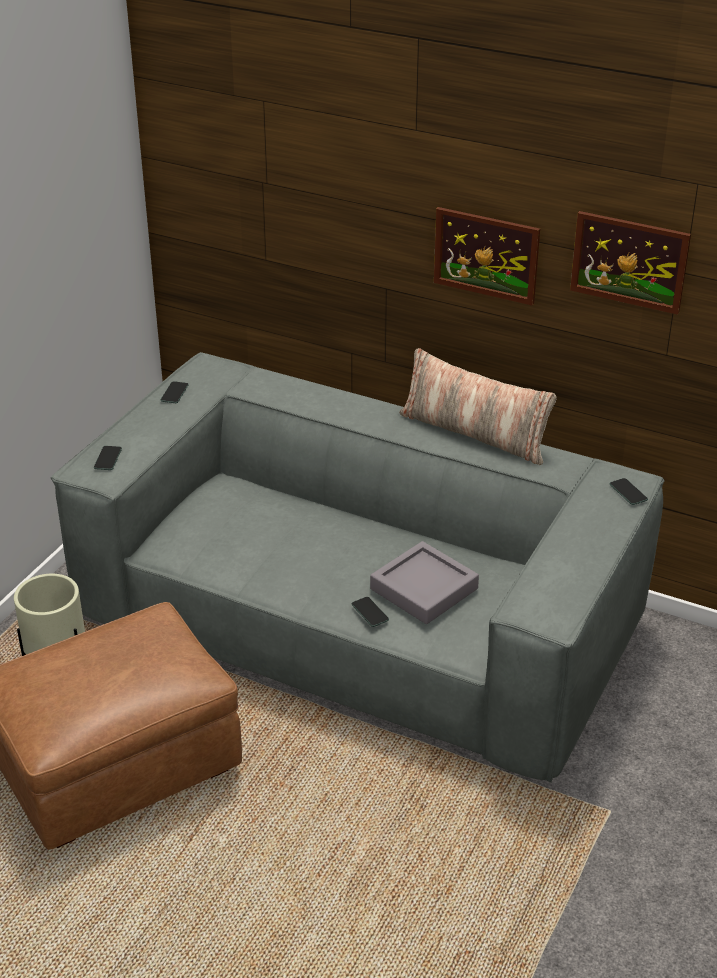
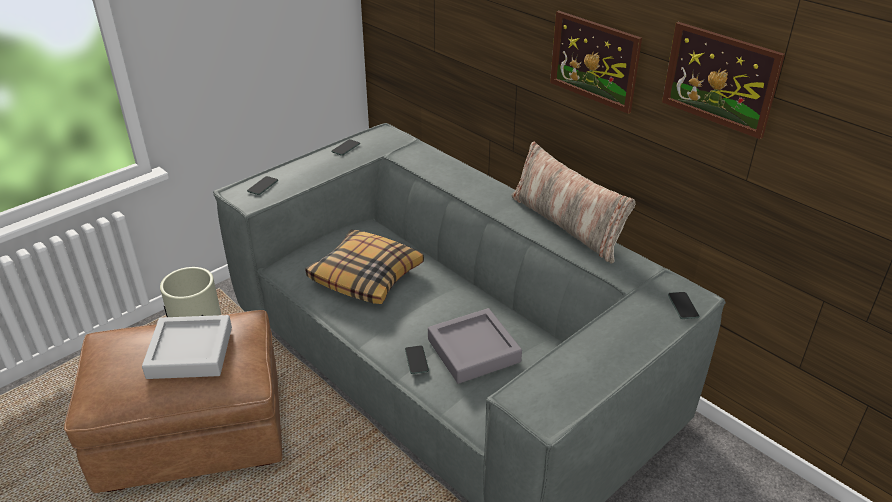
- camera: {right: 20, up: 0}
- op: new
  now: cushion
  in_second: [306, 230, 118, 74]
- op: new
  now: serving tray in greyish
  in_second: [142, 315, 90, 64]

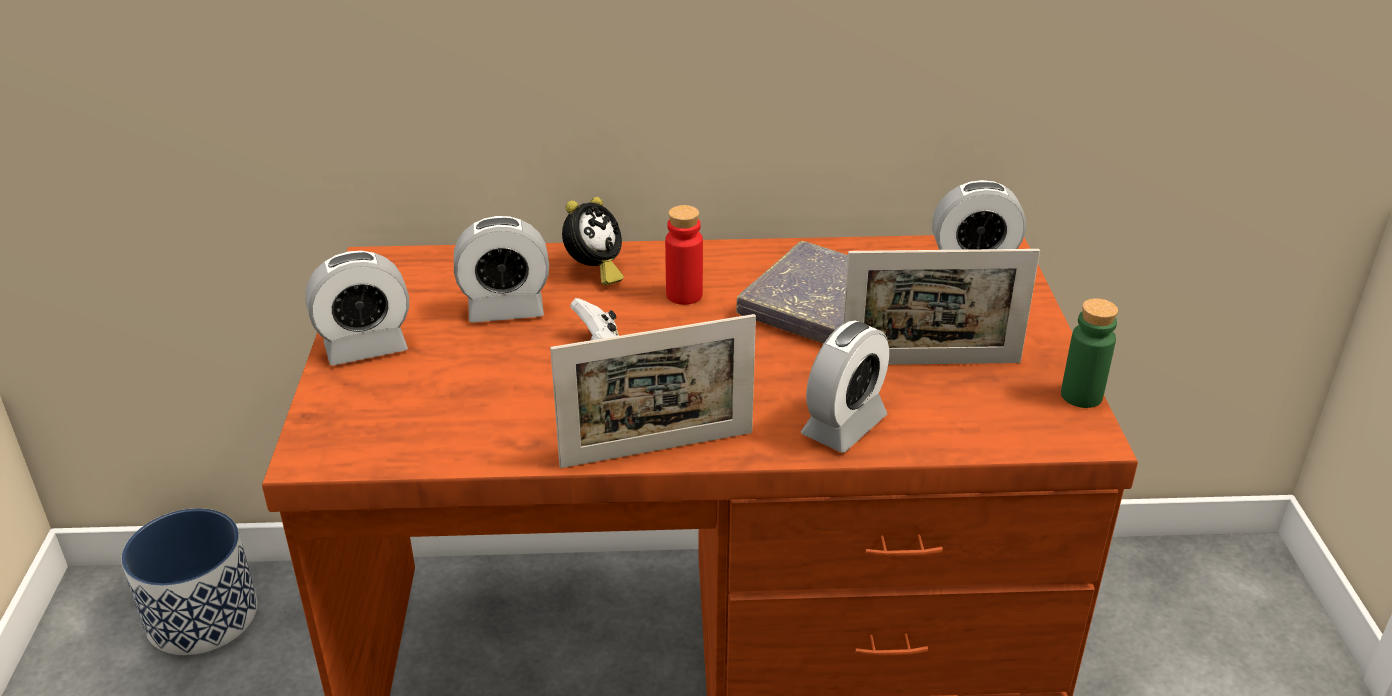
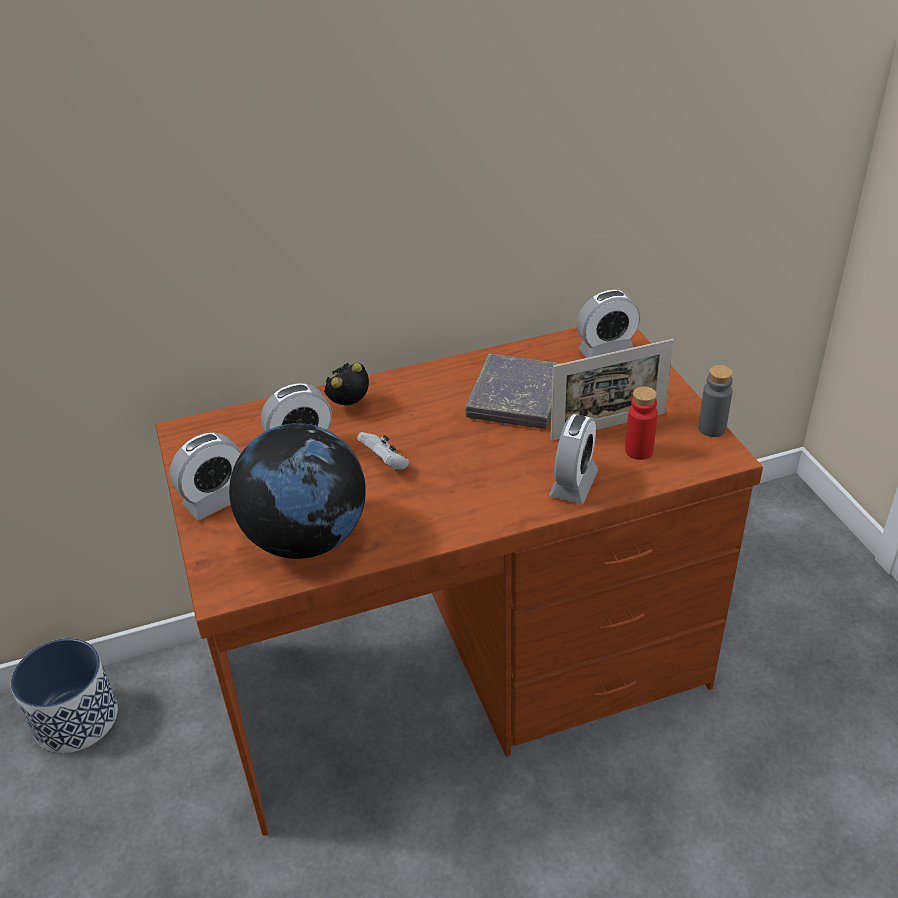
- camera: {right: -15, up: 5}
- op: rotated
  was: alarm clock
  in_first: [562, 197, 62, 88]
  in_second: [324, 362, 45, 43]
  clockwise: -150
- op: shifted
  was: bottle in red-coloured
  in_first: [665, 205, 38, 100]
  in_second: [625, 387, 33, 73]
- op: repainted
  was: bottle in green-coloured
  now: bottle in greyish
  in_first: [1061, 298, 57, 110]
  in_second: [698, 365, 35, 72]
- op: gone
  was: photo frame
  in_first: [550, 314, 206, 154]
- op: new
  now: world globe
  in_second: [229, 423, 137, 136]

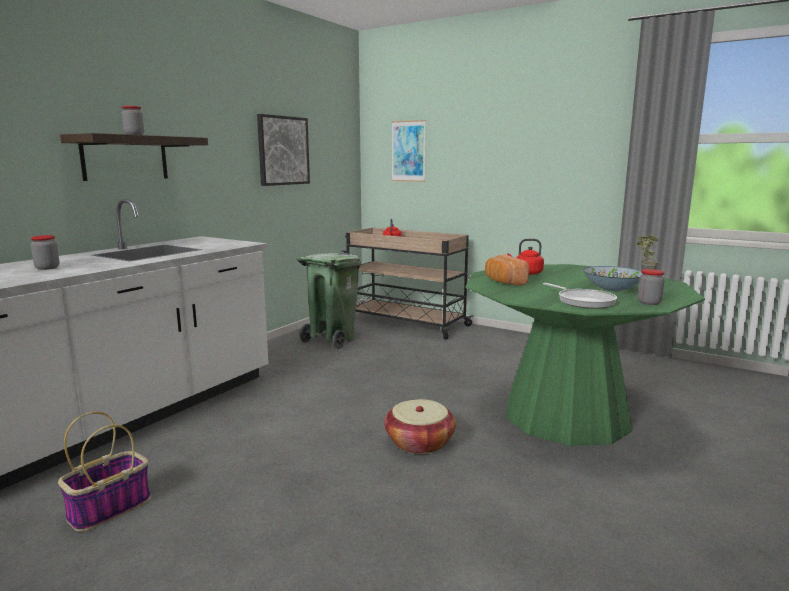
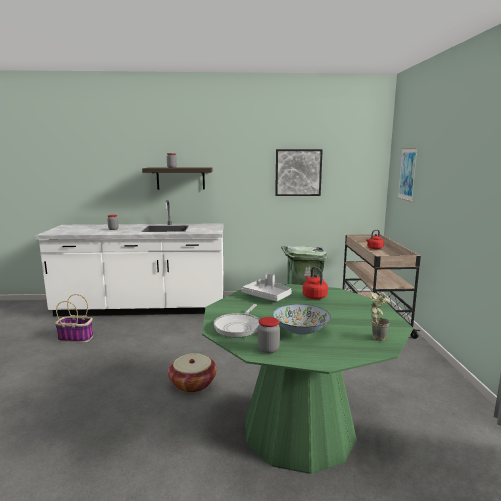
- camera: {right: 55, up: 0}
- op: swapped
  was: bread
  now: serving tray in greyish
  in_first: [485, 255, 44, 31]
  in_second: [242, 273, 50, 28]

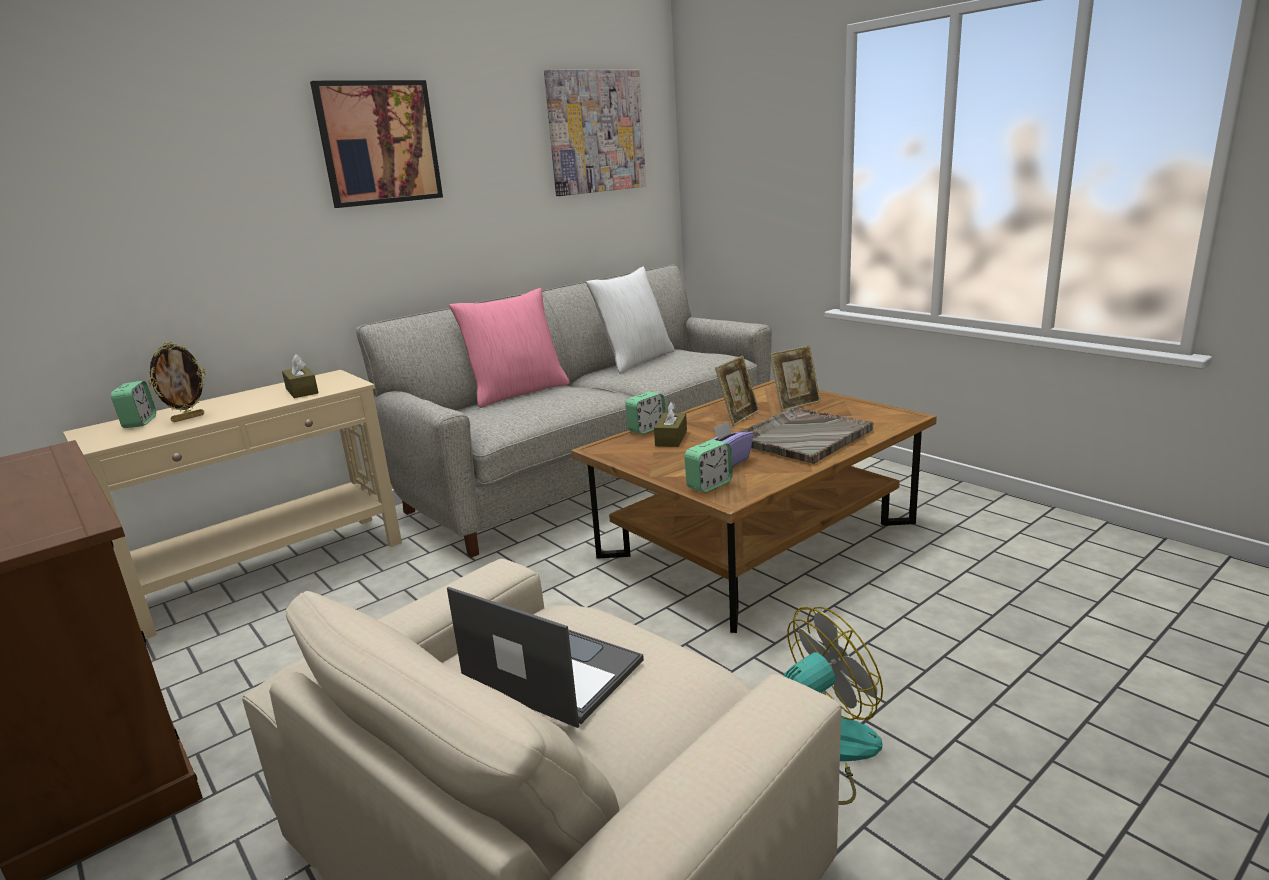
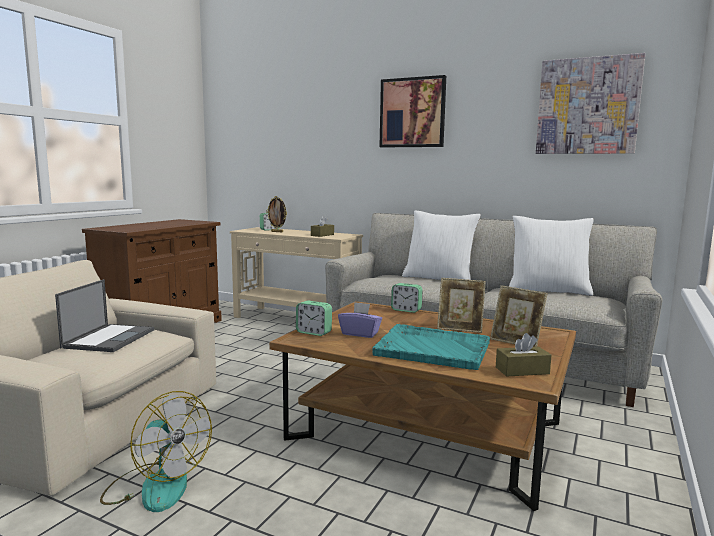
- camera: {right: 65, up: -10}
- op: repainted
  was: cushion in pink-coloured
  now: cushion in whitish
  in_first: [449, 288, 121, 120]
  in_second: [402, 210, 79, 70]
- op: shifted
  was: box of tissues in brown-coloured
  in_first: [654, 402, 33, 45]
  in_second: [496, 333, 55, 44]
- op: repainted
  was: serving tray in greyish
  now: serving tray in blue-green
  in_first: [737, 407, 136, 57]
  in_second: [372, 324, 118, 46]

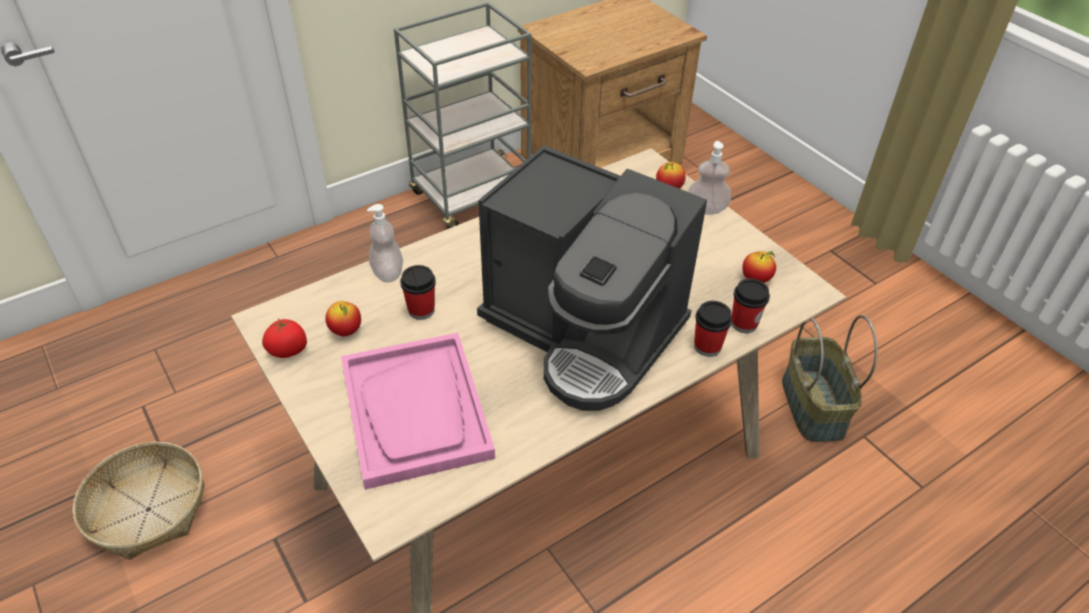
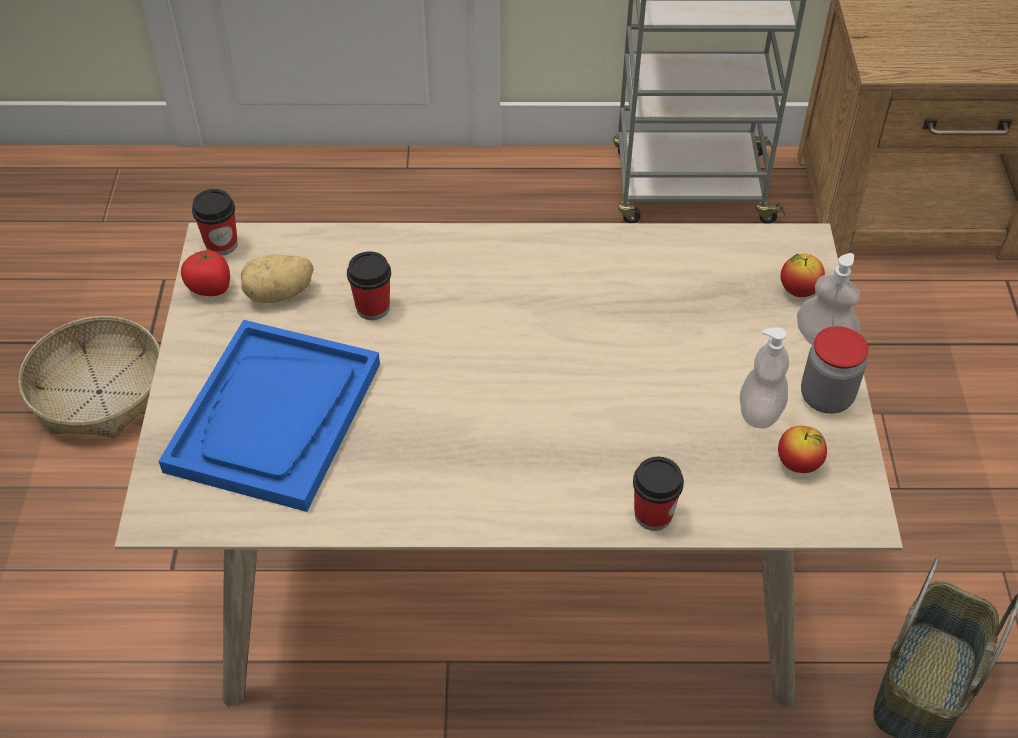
- camera: {right: 35, up: 5}
- op: gone
  was: coffee maker
  in_first: [477, 146, 230, 265]
- op: shifted
  was: soap bottle
  in_first: [367, 204, 36, 79]
  in_second: [740, 327, 49, 102]
- op: shifted
  was: drinking cup
  in_first: [731, 278, 39, 55]
  in_second: [192, 189, 46, 67]
- op: swapped
  was: apple fruit
  now: whole potato
  in_first: [325, 301, 36, 35]
  in_second: [241, 254, 73, 49]
- op: repainted
  was: serving tray in pink-coloured
  now: serving tray in bluish
  in_first: [341, 333, 154, 157]
  in_second: [159, 320, 221, 192]
- op: new
  now: preserve jar
  in_second: [801, 326, 68, 88]

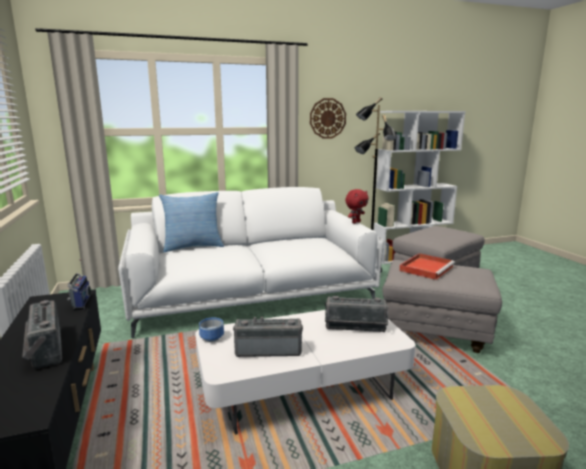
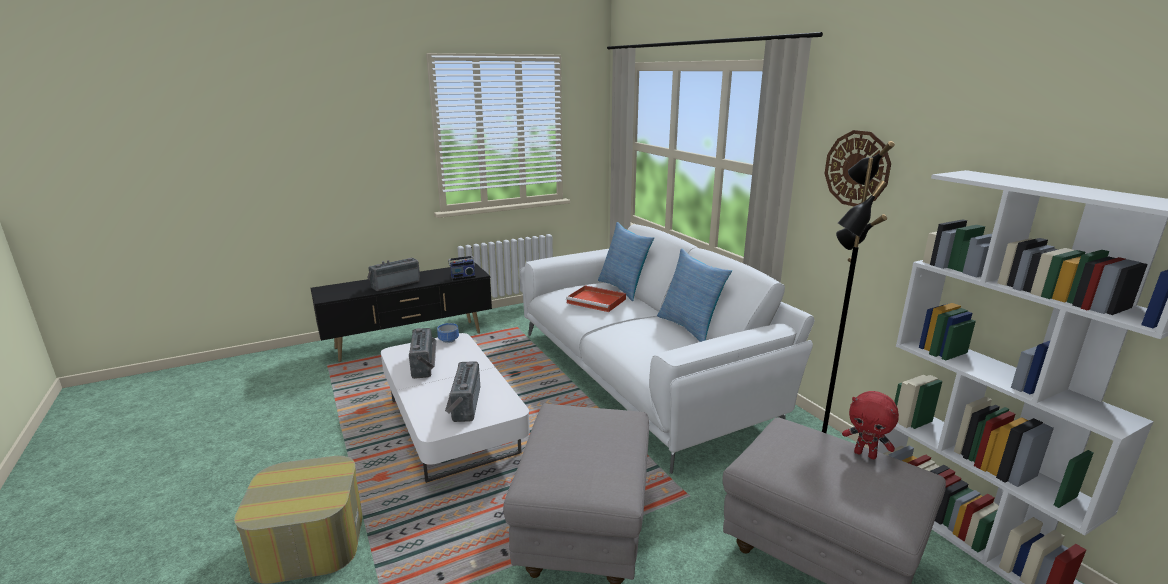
- camera: {right: 80, up: 5}
- op: shifted
  was: soft toy in red-coloured
  in_first: [345, 189, 24, 35]
  in_second: [842, 391, 57, 68]
- op: shifted
  was: serving tray in red-coloured
  in_first: [399, 253, 56, 27]
  in_second: [566, 285, 60, 27]
- op: new
  now: cushion
  in_second: [657, 249, 75, 93]

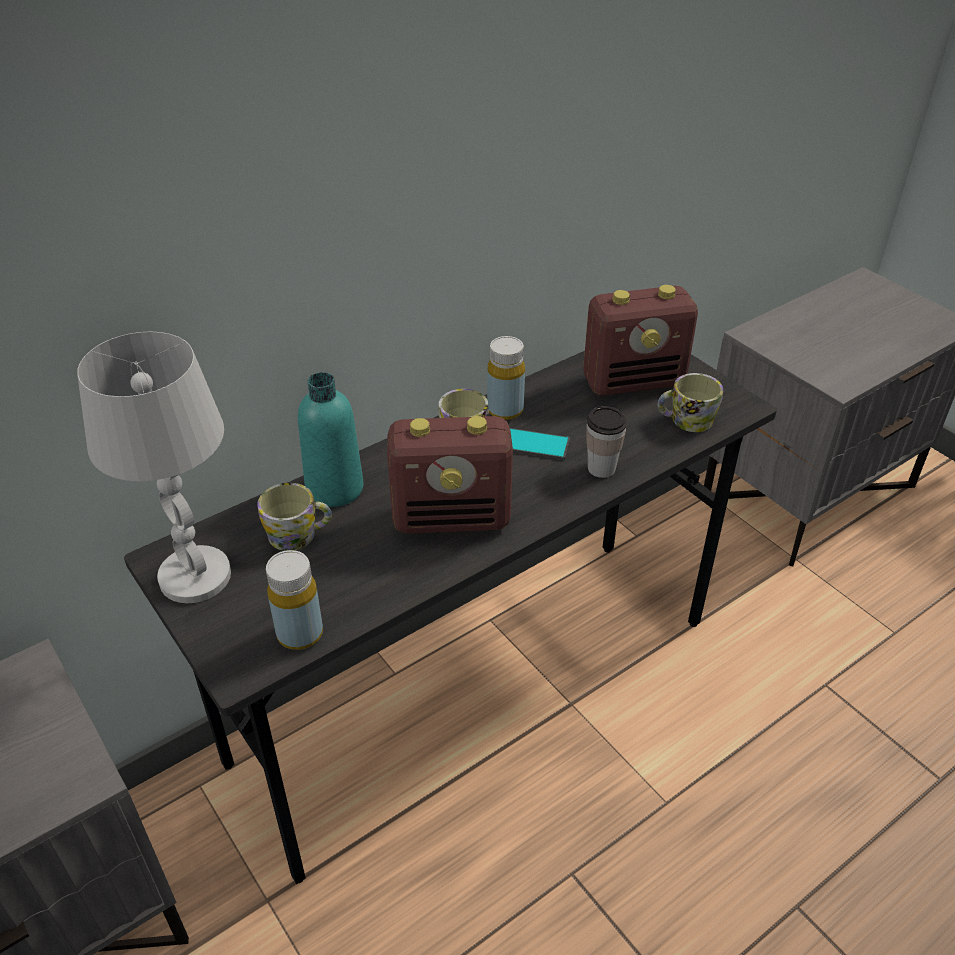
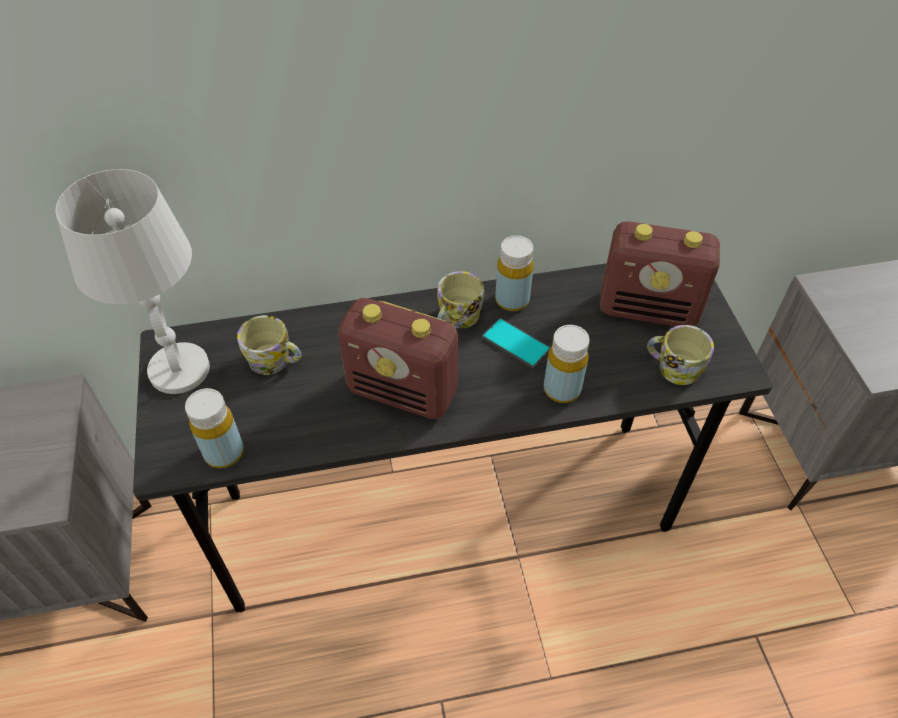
- camera: {right: 25, up: 10}
- op: gone
  was: bottle in blue-green
  in_first: [298, 372, 65, 135]
- op: swapped
  was: drinking cup
  now: bottle in yellow-coloured
  in_first: [586, 406, 41, 72]
  in_second: [544, 325, 46, 78]

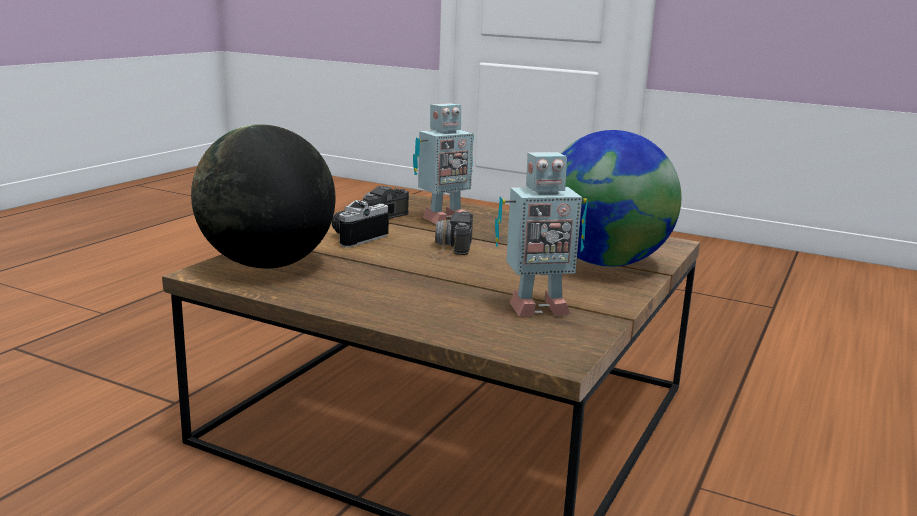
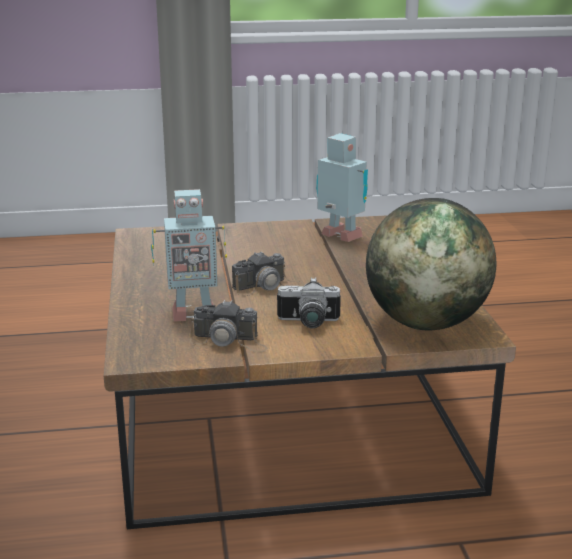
- camera: {right: -125, up: 5}
- op: rotated
  was: toy robot
  in_first: [413, 103, 61, 121]
  in_second: [151, 189, 76, 132]
  clockwise: 150
- op: gone
  was: world globe
  in_first: [561, 130, 120, 137]

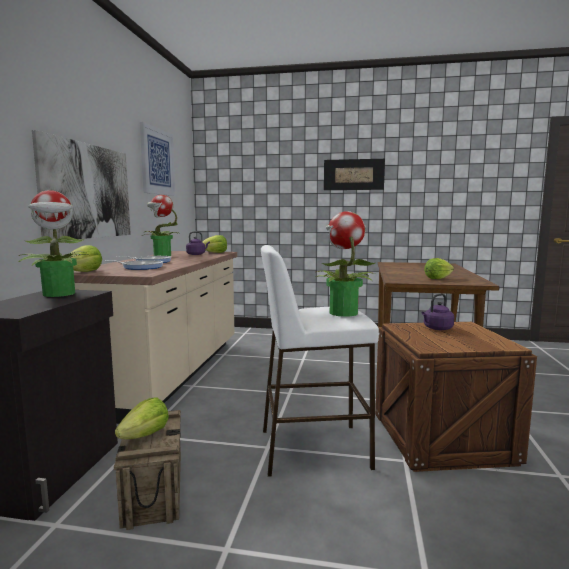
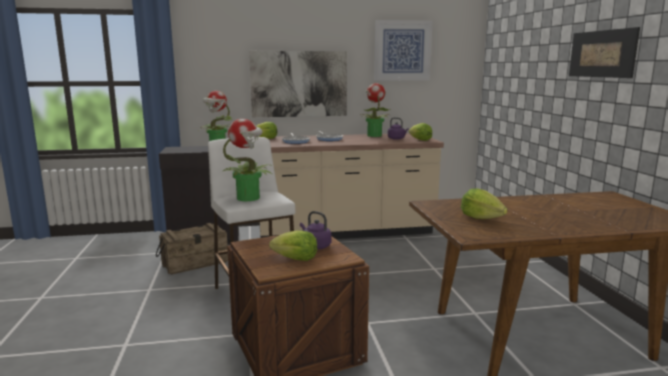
- camera: {right: 70, up: 5}
- op: shifted
  was: head of lettuce
  in_first: [115, 397, 54, 42]
  in_second: [269, 230, 48, 31]

